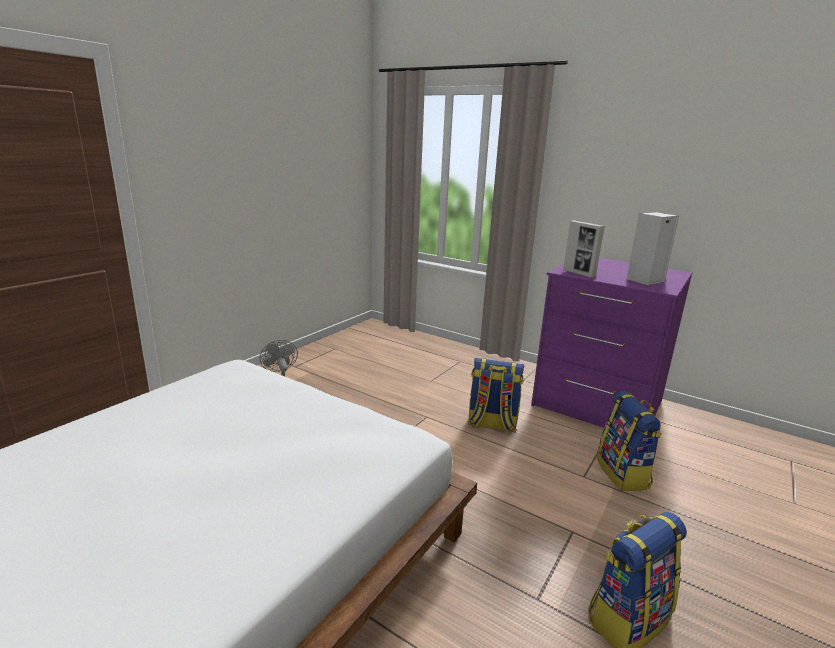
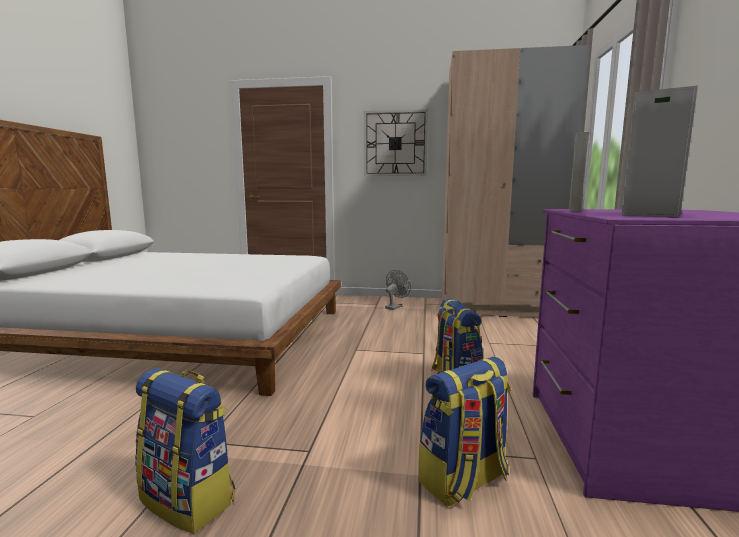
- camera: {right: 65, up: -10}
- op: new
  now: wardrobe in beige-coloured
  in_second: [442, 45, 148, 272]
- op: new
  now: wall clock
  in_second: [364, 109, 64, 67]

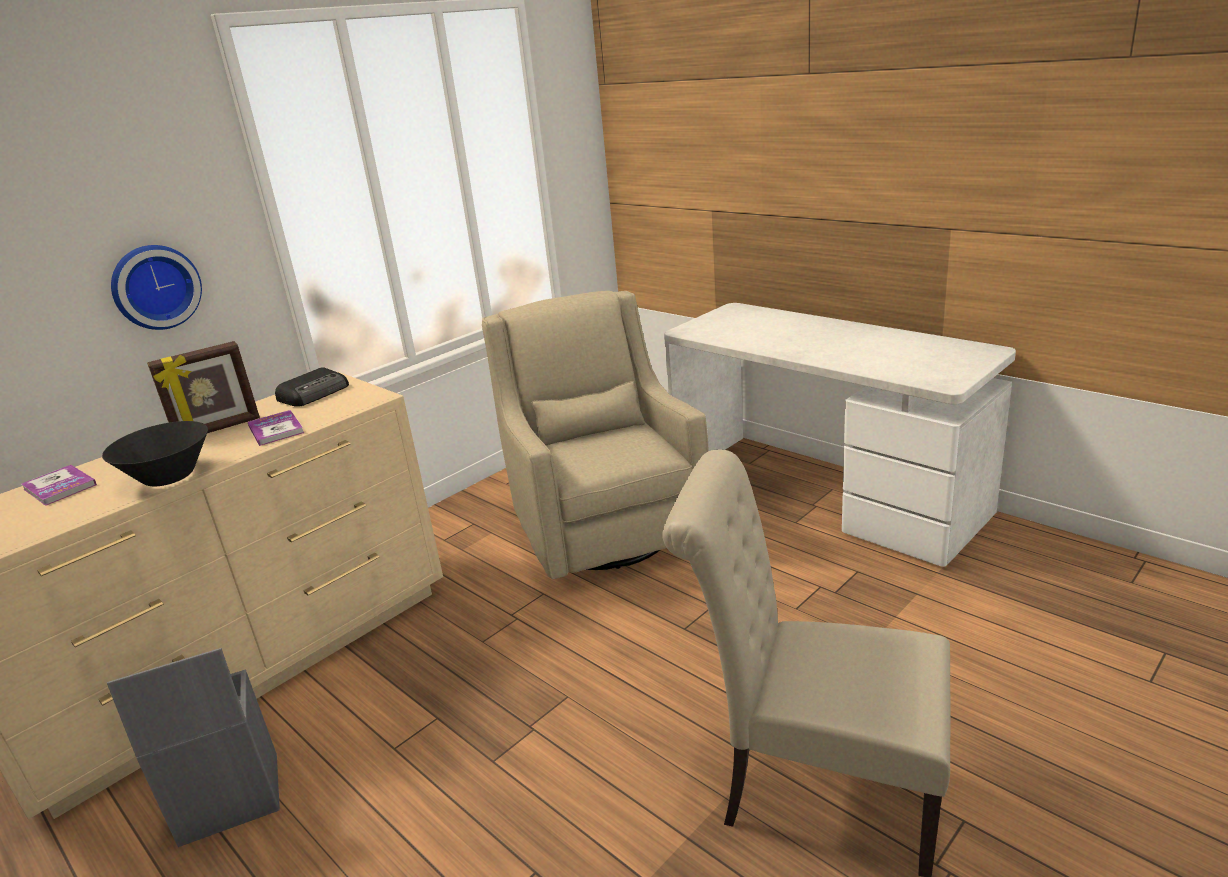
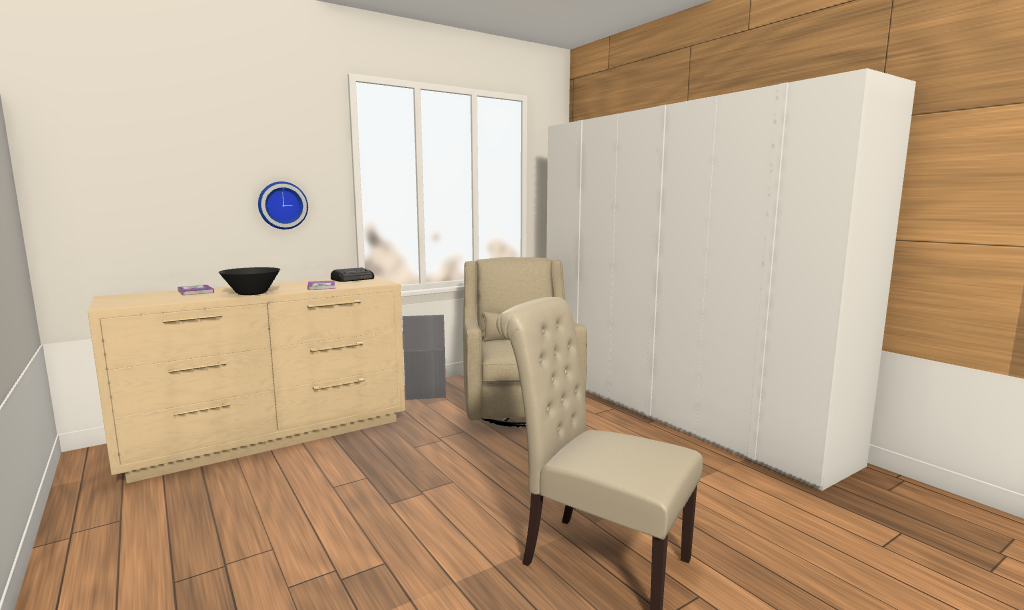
- camera: {right: 10, up: -15}
- op: swapped
  was: desk unit in whitish
  now: wardrobe in whitish
  in_first: [664, 303, 352, 264]
  in_second: [546, 68, 370, 423]
- op: gone
  was: photo frame
  in_first: [147, 341, 113, 92]
- op: shifted
  was: storage bin in greyish
  in_first: [107, 648, 173, 199]
  in_second: [403, 315, 43, 85]

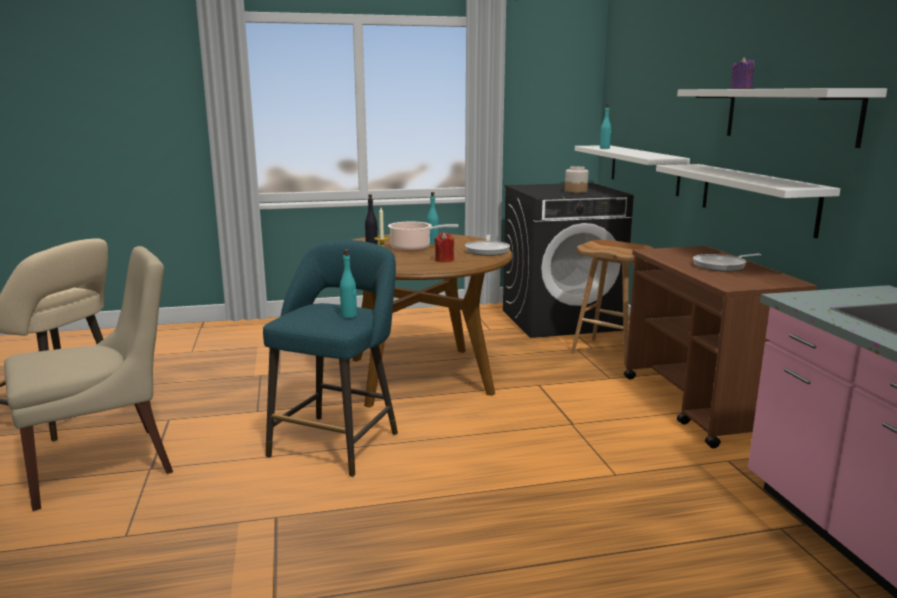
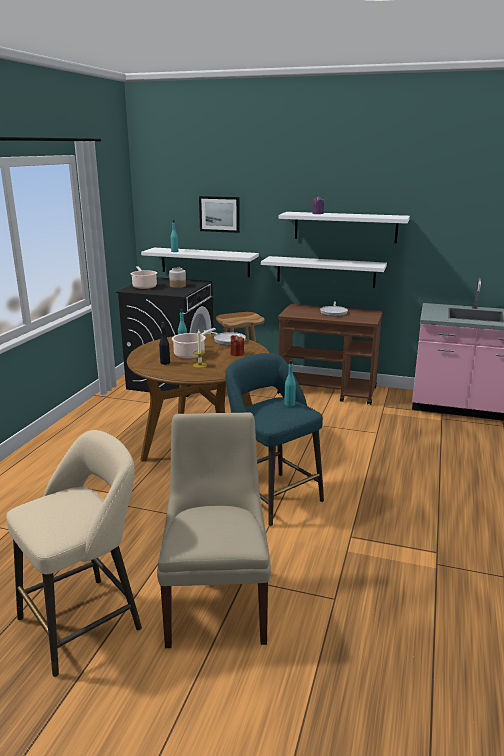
- camera: {right: -60, up: 5}
- op: new
  now: wall art
  in_second: [199, 196, 41, 37]
- op: new
  now: saucepot
  in_second: [131, 266, 26, 23]

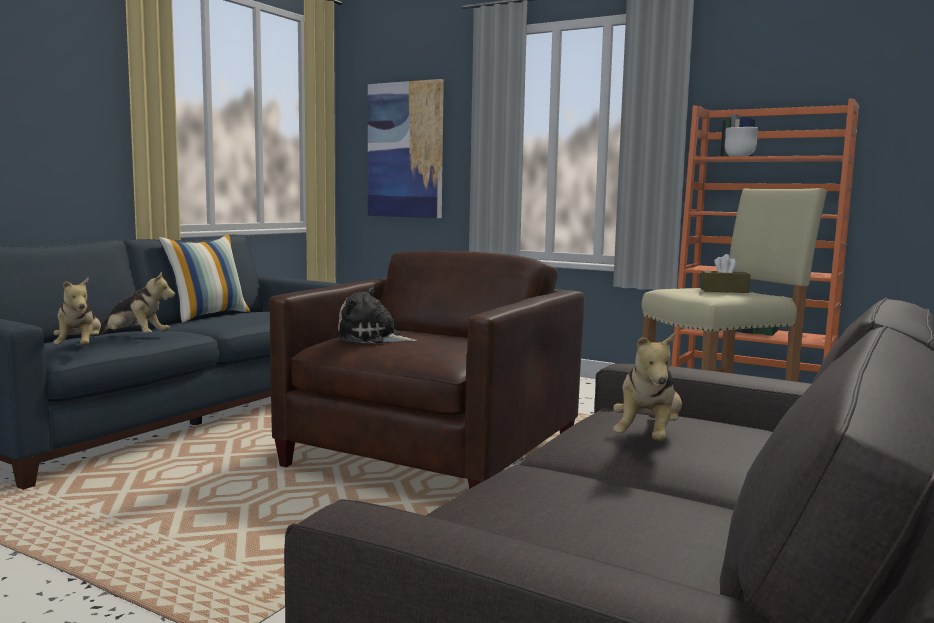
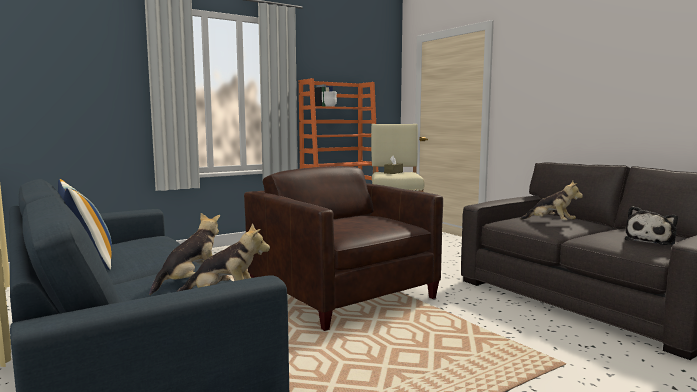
- camera: {right: -65, up: 0}
- op: gone
  was: wall art
  in_first: [368, 79, 76, 139]
- op: shifted
  was: soft toy
  in_first: [336, 287, 80, 57]
  in_second: [625, 206, 53, 40]

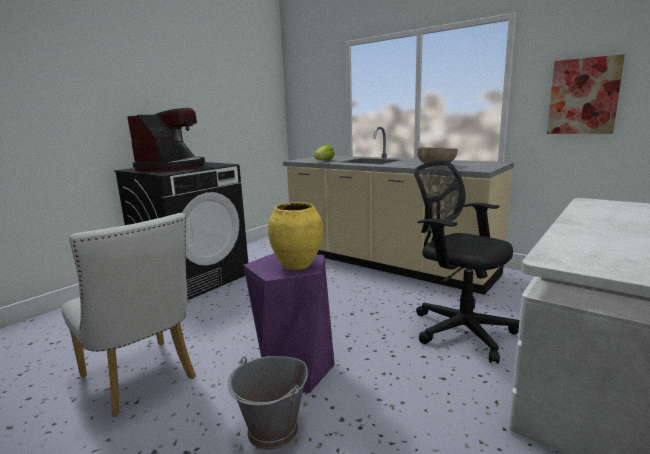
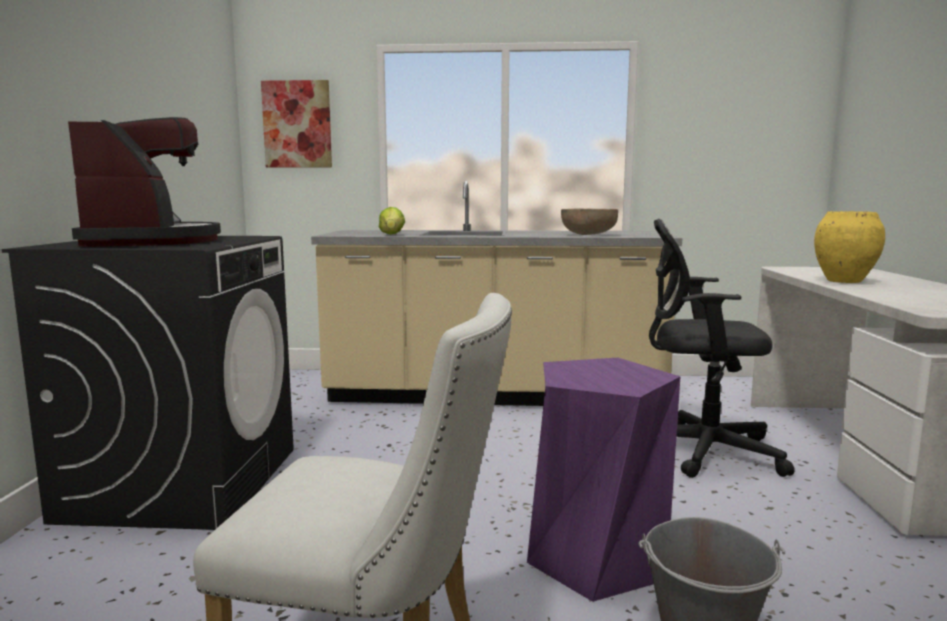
- camera: {right: -35, up: -5}
- op: shifted
  was: wall art
  in_first: [547, 54, 78, 80]
  in_second: [261, 80, 71, 88]
- op: shifted
  was: vase in yellow-coloured
  in_first: [268, 202, 55, 68]
  in_second: [814, 211, 71, 72]

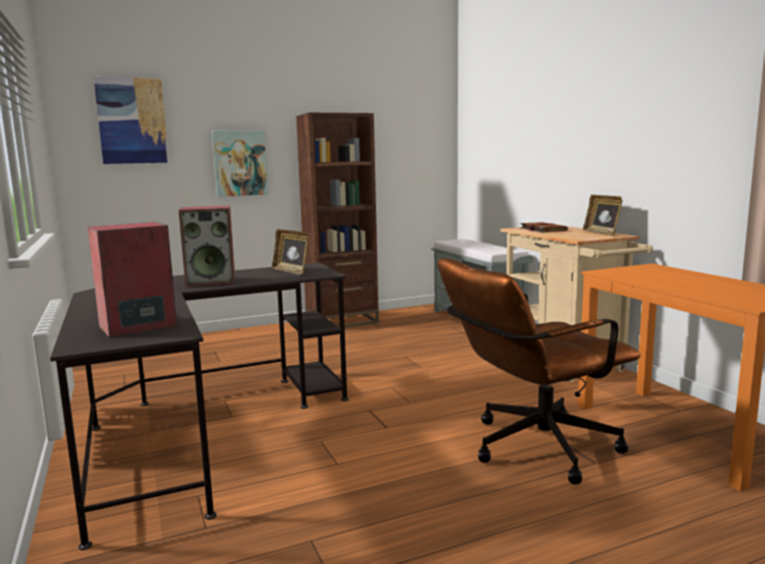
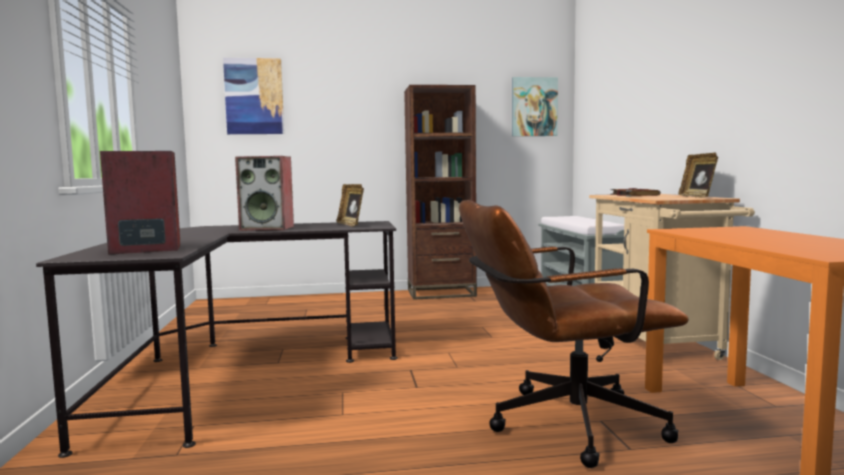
- camera: {right: 15, up: -5}
- op: shifted
  was: wall art
  in_first: [212, 131, 56, 66]
  in_second: [512, 77, 46, 59]

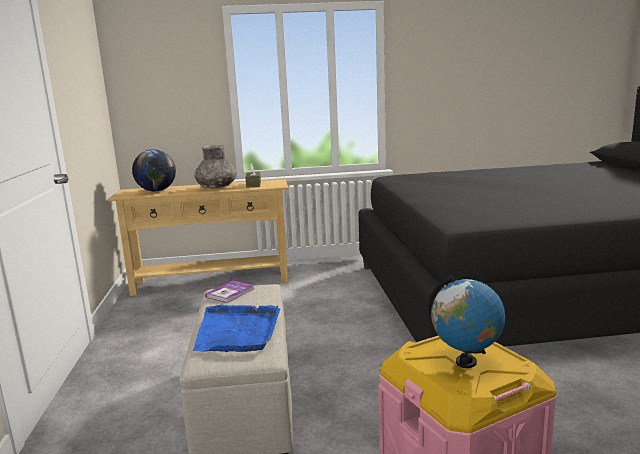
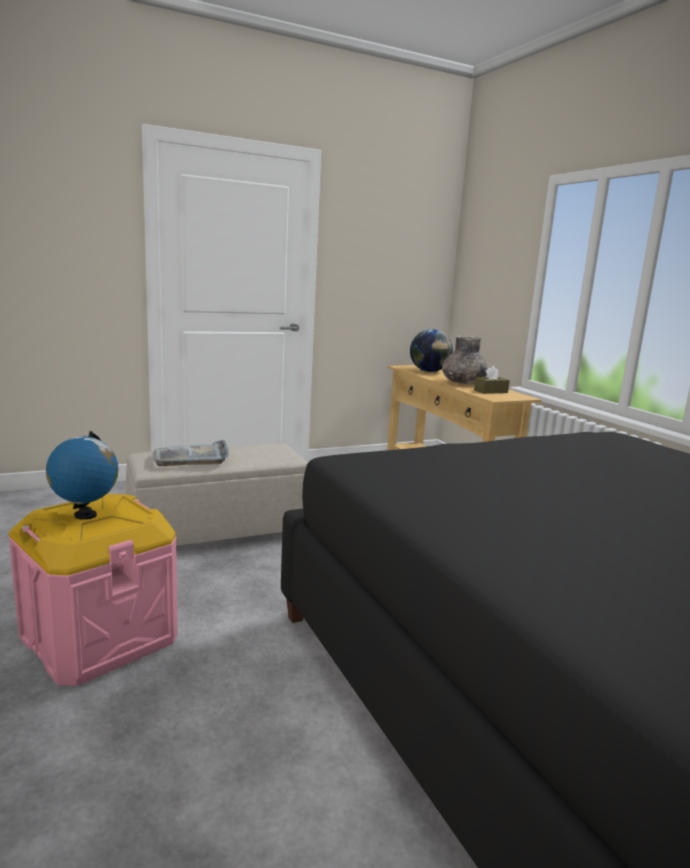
- camera: {right: 70, up: 0}
- op: gone
  was: bound book
  in_first: [205, 281, 49, 22]
- op: repainted
  was: serving tray in bluish
  now: serving tray in greyish
  in_first: [193, 305, 87, 47]
  in_second: [153, 440, 76, 26]

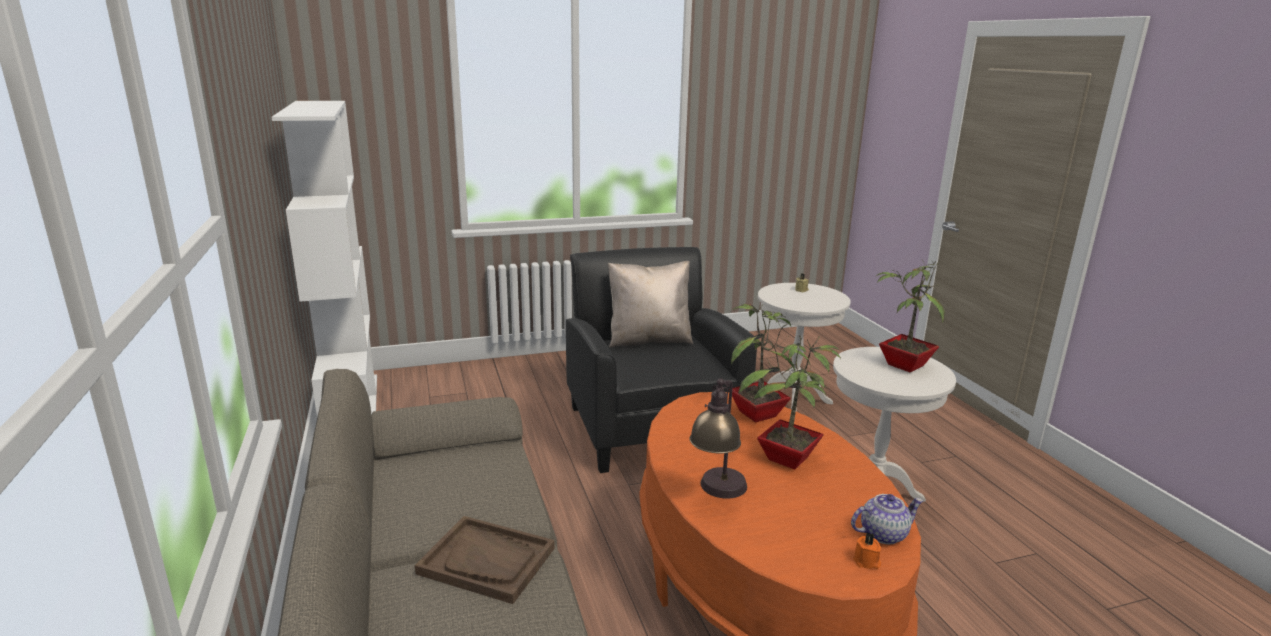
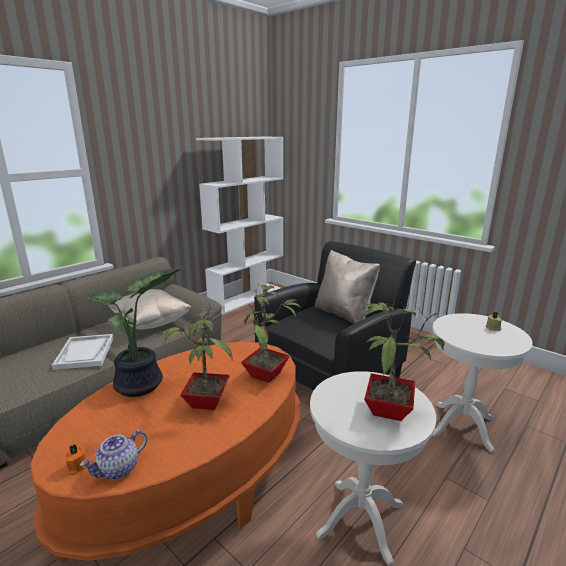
- camera: {right: 60, up: 0}
- op: swapped
  was: tabletop lamp
  now: potted plant
  in_first: [689, 378, 58, 121]
  in_second: [86, 268, 96, 129]
- op: rotated
  was: pot for tea
  in_first: [851, 494, 72, 50]
  in_second: [80, 430, 67, 49]
  clockwise: 90
- op: repainted
  was: serving tray in brown-coloured
  now: serving tray in whitish
  in_first: [415, 516, 140, 88]
  in_second: [52, 334, 62, 36]
- op: new
  now: cushion in beige-coloured
  in_second: [108, 289, 84, 41]

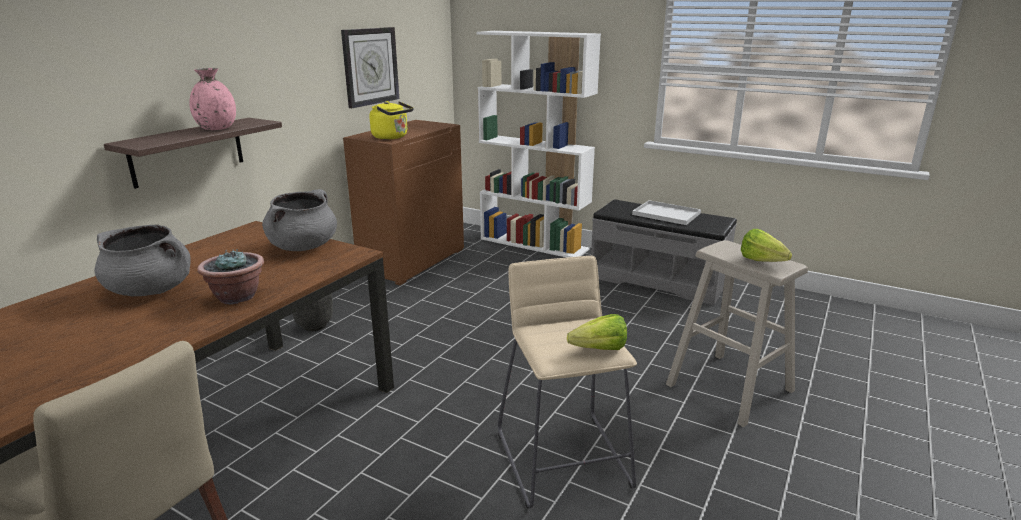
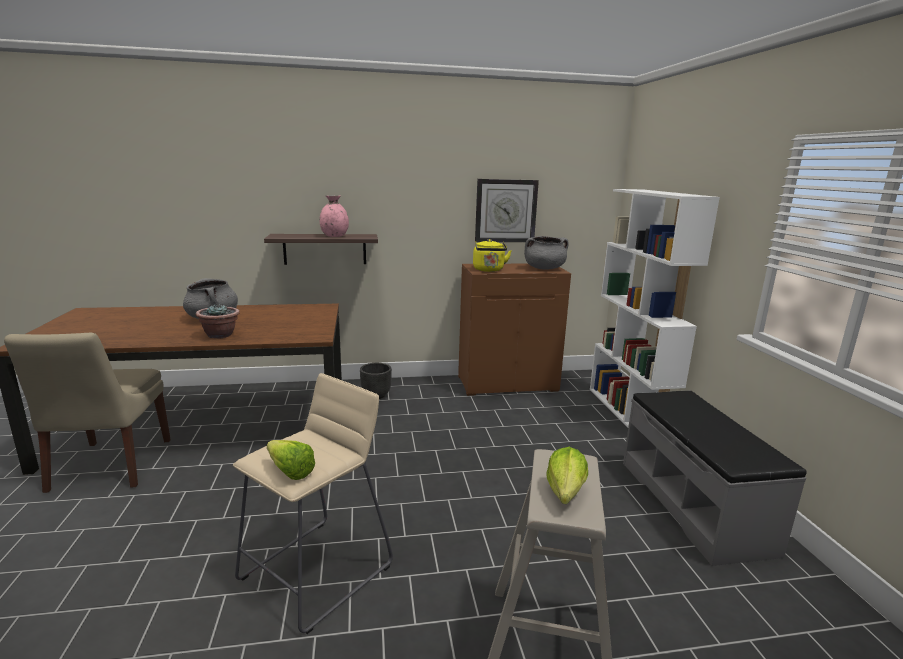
- camera: {right: 50, up: -5}
- op: shifted
  was: saucepot in greyish
  in_first: [262, 189, 75, 62]
  in_second: [524, 236, 45, 34]
- op: gone
  was: serving tray in whitish
  in_first: [632, 200, 69, 25]

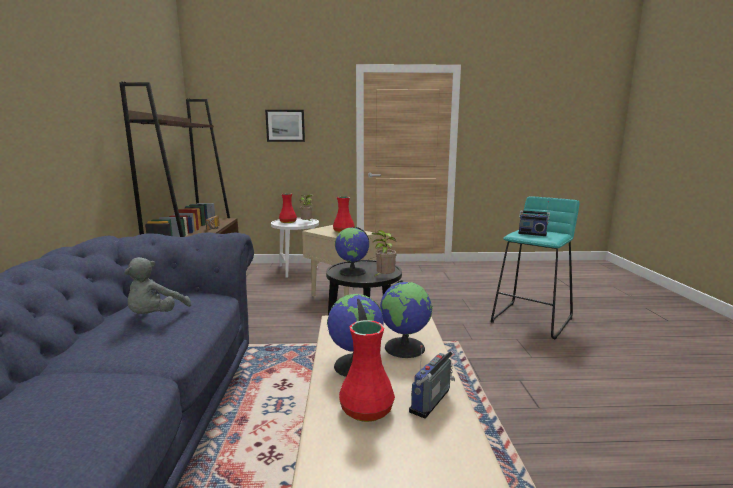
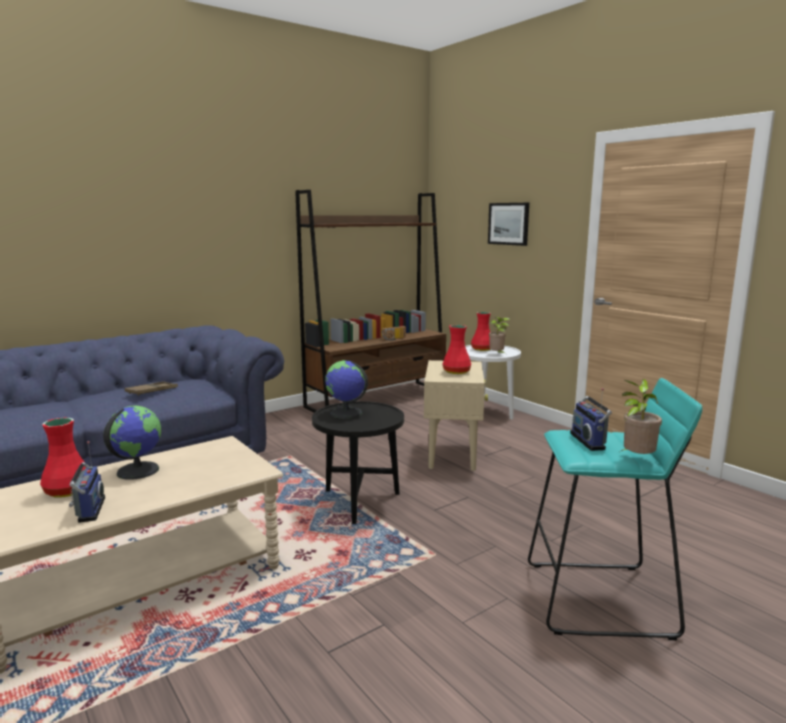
- camera: {right: 55, up: 0}
- op: shifted
  was: potted plant
  in_first: [371, 230, 26, 47]
  in_second: [621, 379, 41, 75]
- op: swapped
  was: soft toy in greyish
  now: serving tray in brown-coloured
  in_first: [124, 257, 67, 57]
  in_second: [125, 381, 53, 15]
- op: gone
  was: world globe
  in_first: [380, 280, 52, 78]
- op: rotated
  was: radio set
  in_first: [409, 345, 46, 74]
  in_second: [69, 441, 36, 82]
  clockwise: 75

